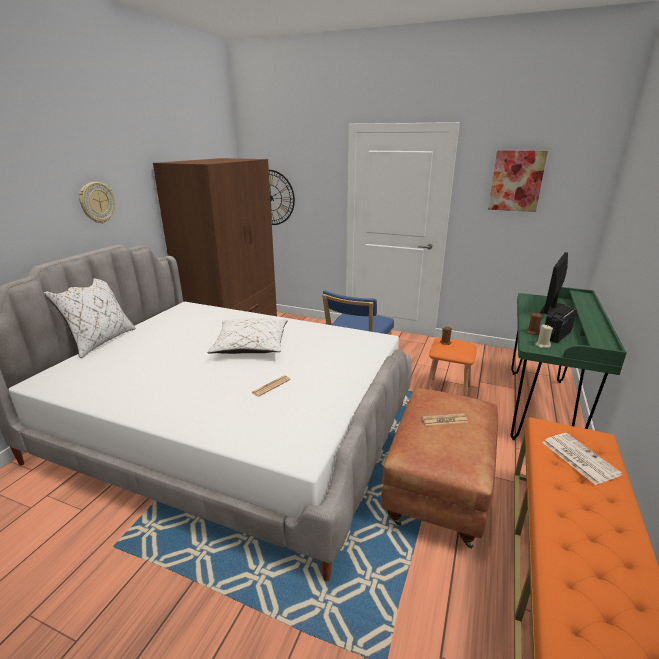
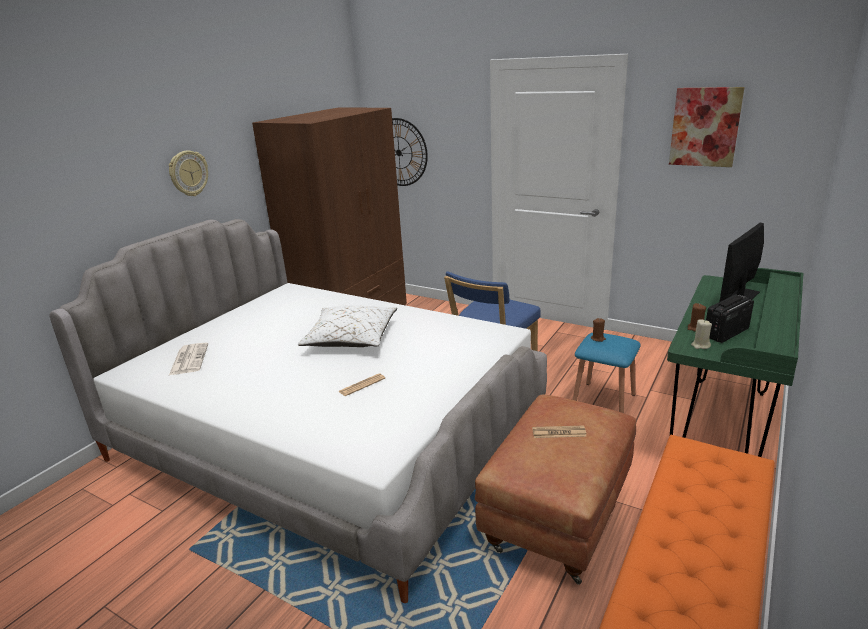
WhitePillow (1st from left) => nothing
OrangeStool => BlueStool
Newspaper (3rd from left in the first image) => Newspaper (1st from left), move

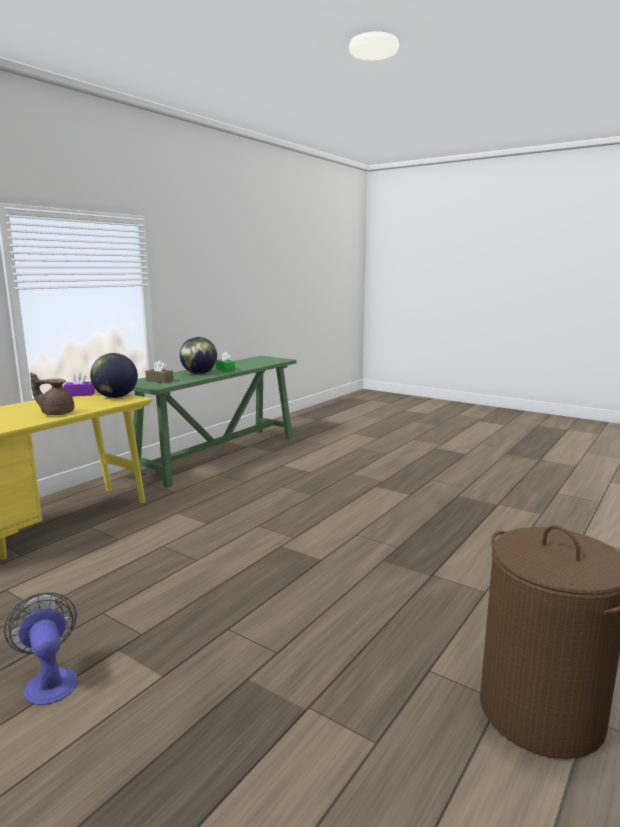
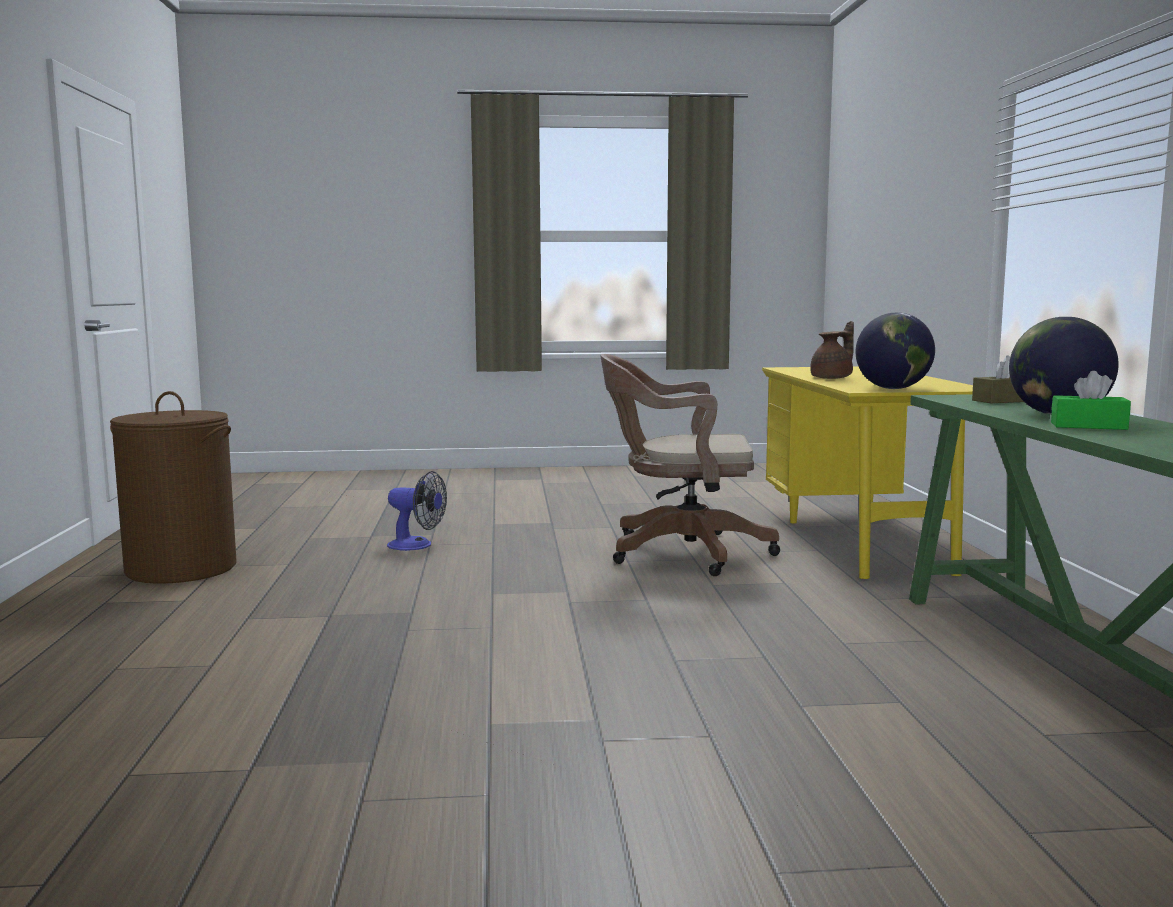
PurpleTissueBox => nothing
Fan, move
nothing => BrownOfficeChair

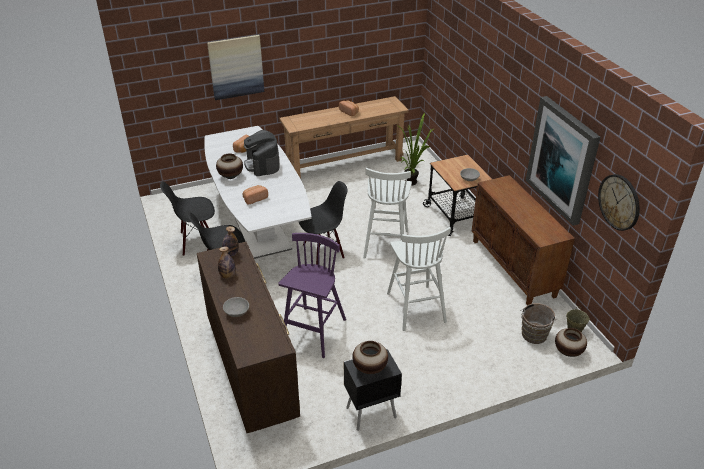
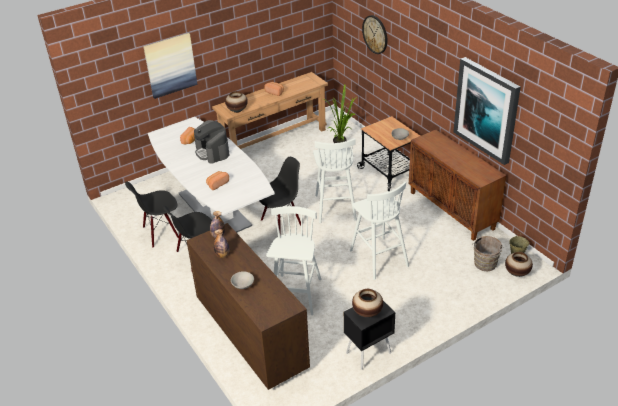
Vase (1st from left), move
WallClock, move
PurpleStool => WhiteStool (1st from left)

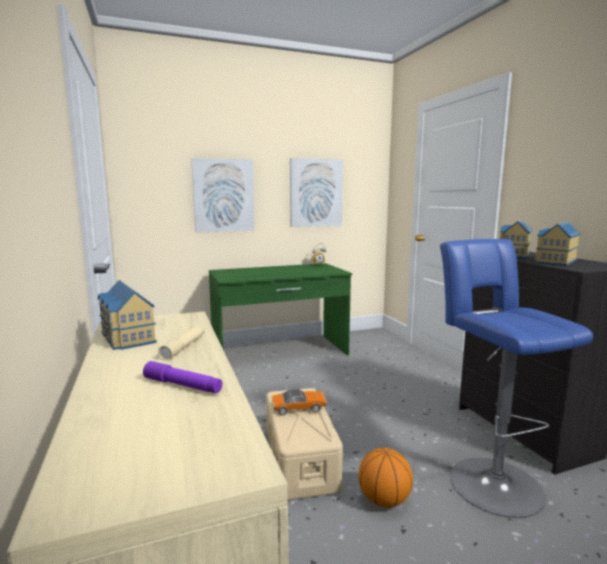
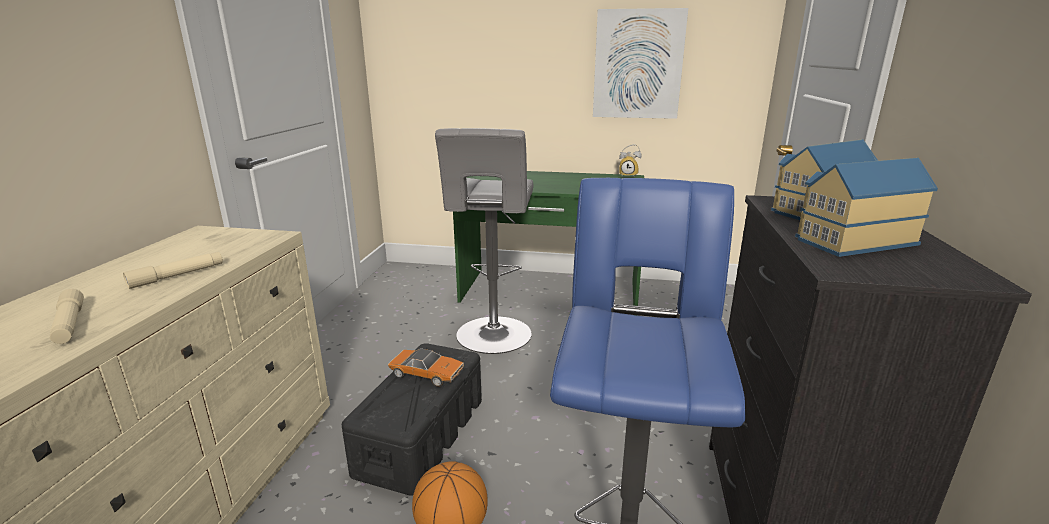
Picture (1st from left) => nothing
ToyHouse (1st from left) => nothing
PurpleFlashlight => BeigeFlashlight (1st from left)
BeigeStorageBox => BlackStorageBox
nothing => GreyStool

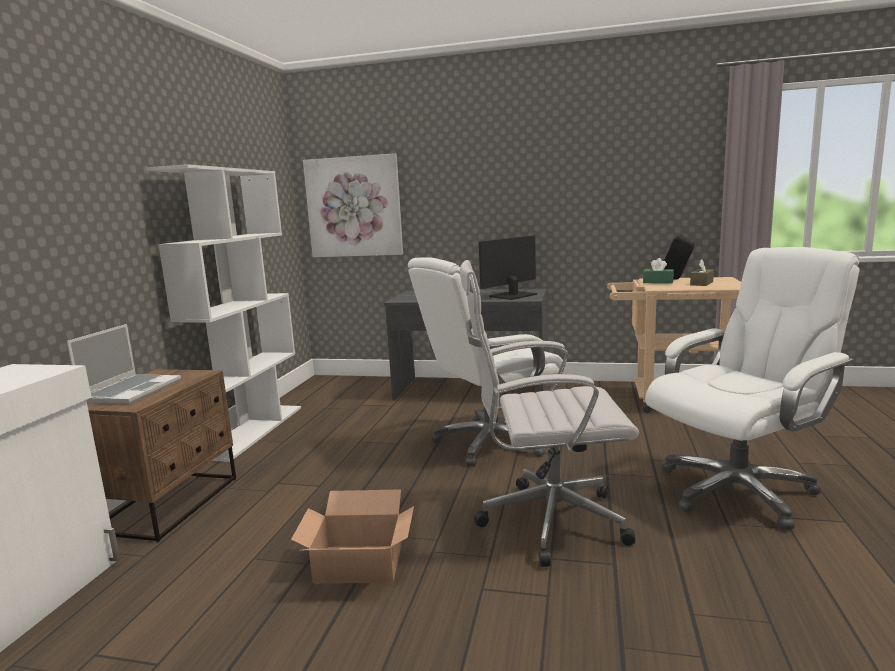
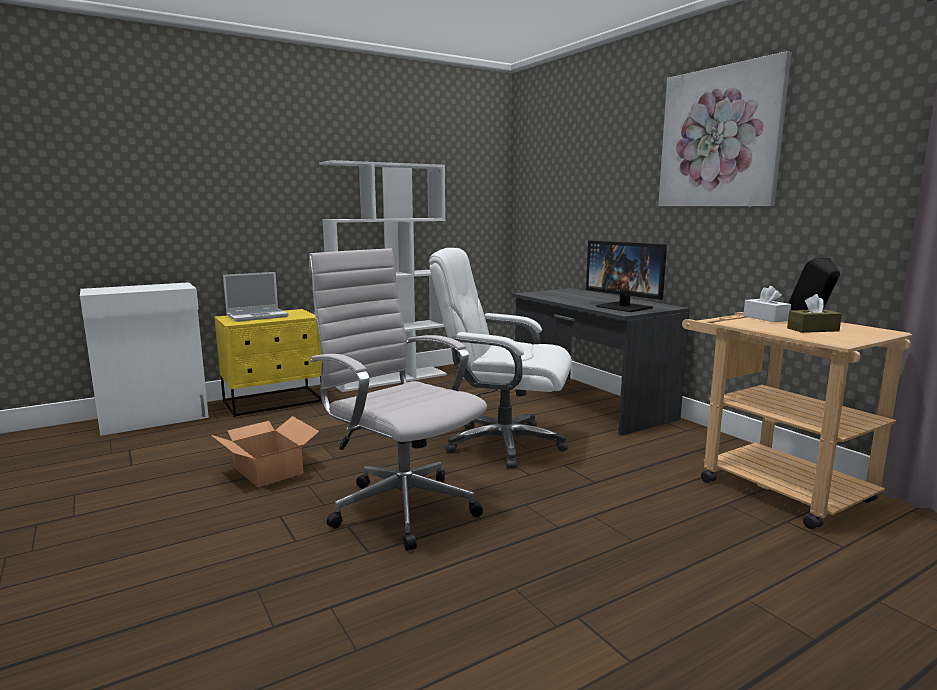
Picture, move
Monitor, 135 degrees counterclockwise
WhiteOfficeChair (3rd from left) => nothing
GreenTissueBox => WhiteTissueBox
BrownNightstand => YellowNightstand

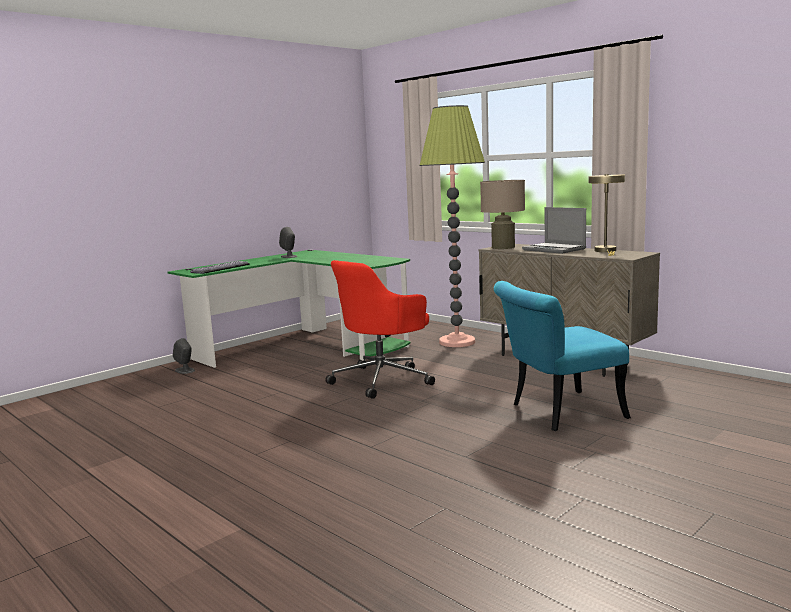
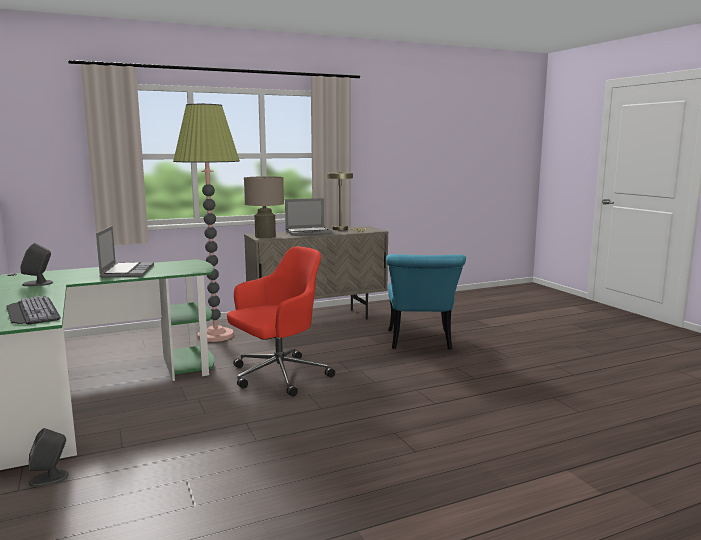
RedOfficeChair, 105 degrees counterclockwise
nothing => Laptop (1st from left)

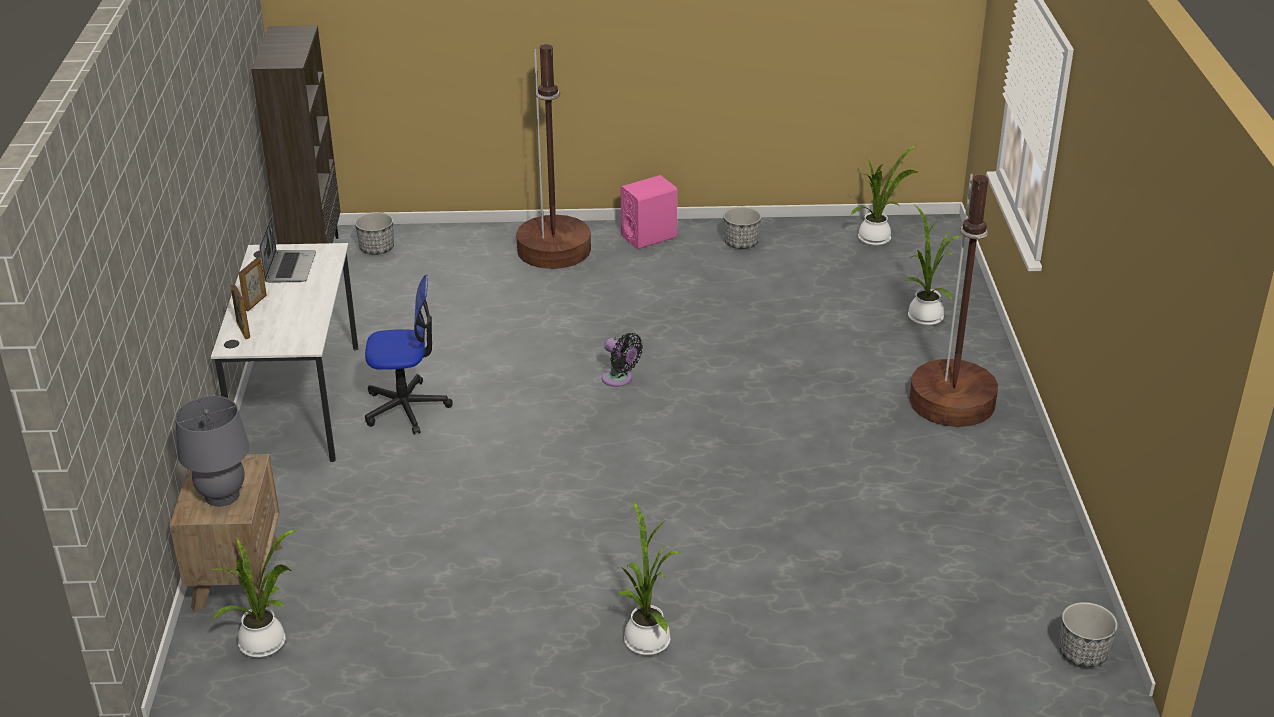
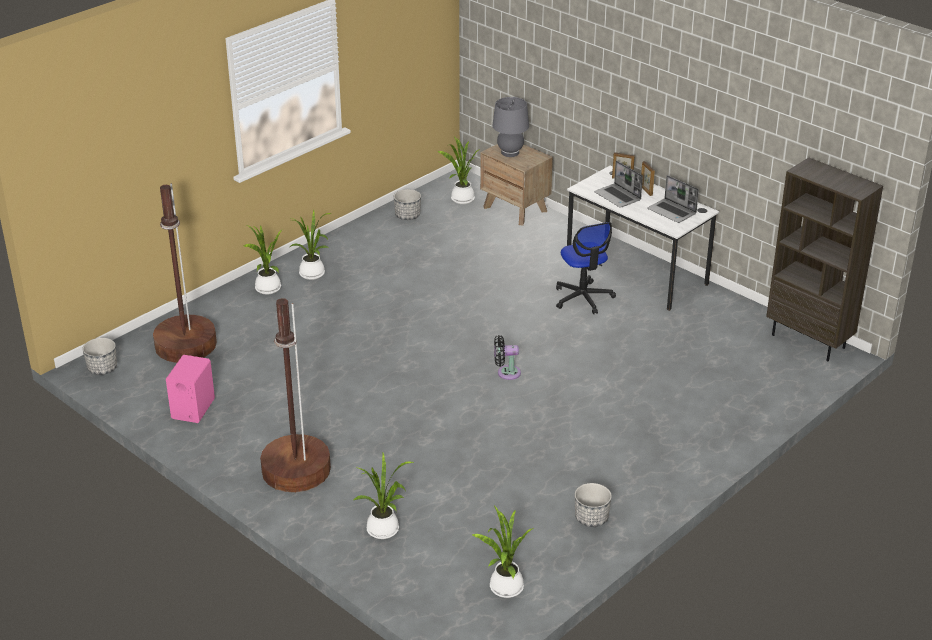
BrownFloorLamp (1st from left), move
PinkSpeaker, move
Planter (1st from left in the first image) => Planter (2nd from left), move
OfficeChair, 60 degrees counterclockwise
nothing => Laptop (1st from left)
nothing => PottedPlant (1st from left)

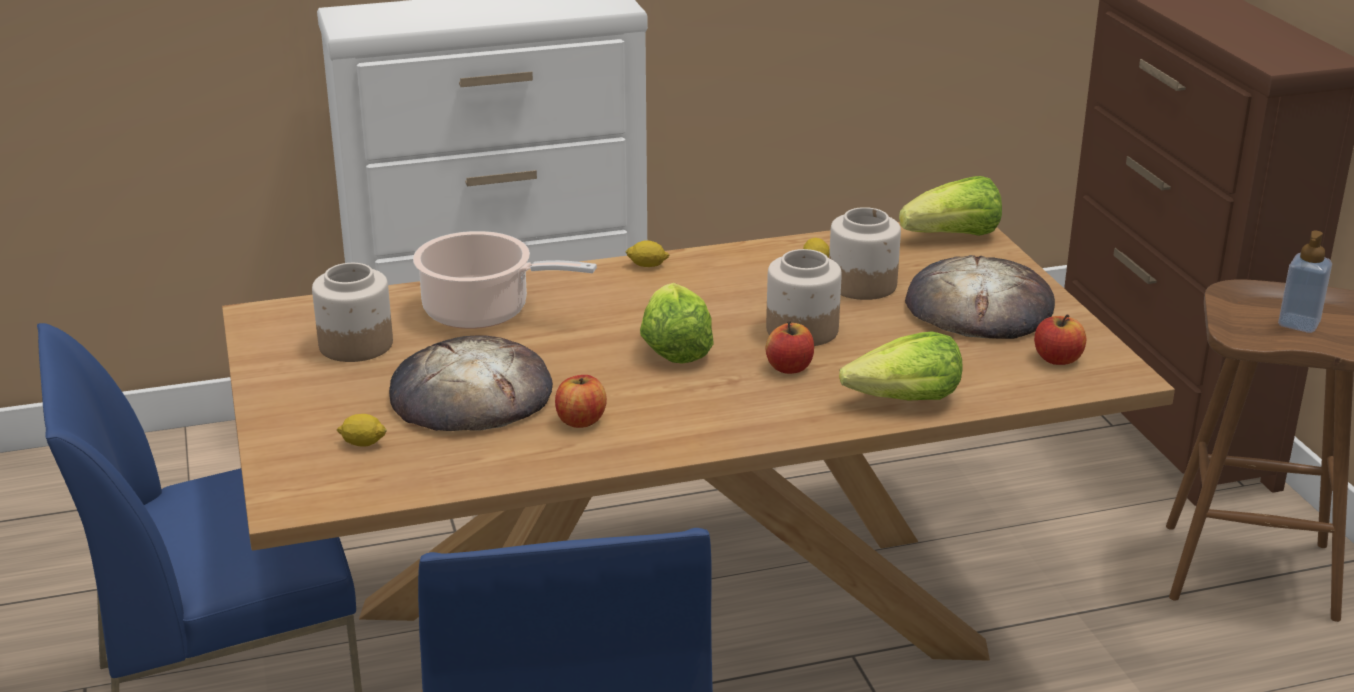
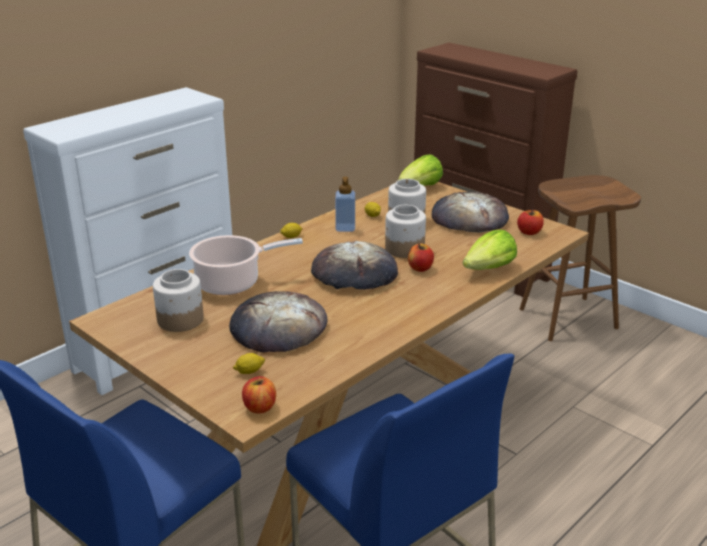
SoapDispenser, move
Lettuce (1st from left) => Bread (2nd from left)
Apple (1st from left), move

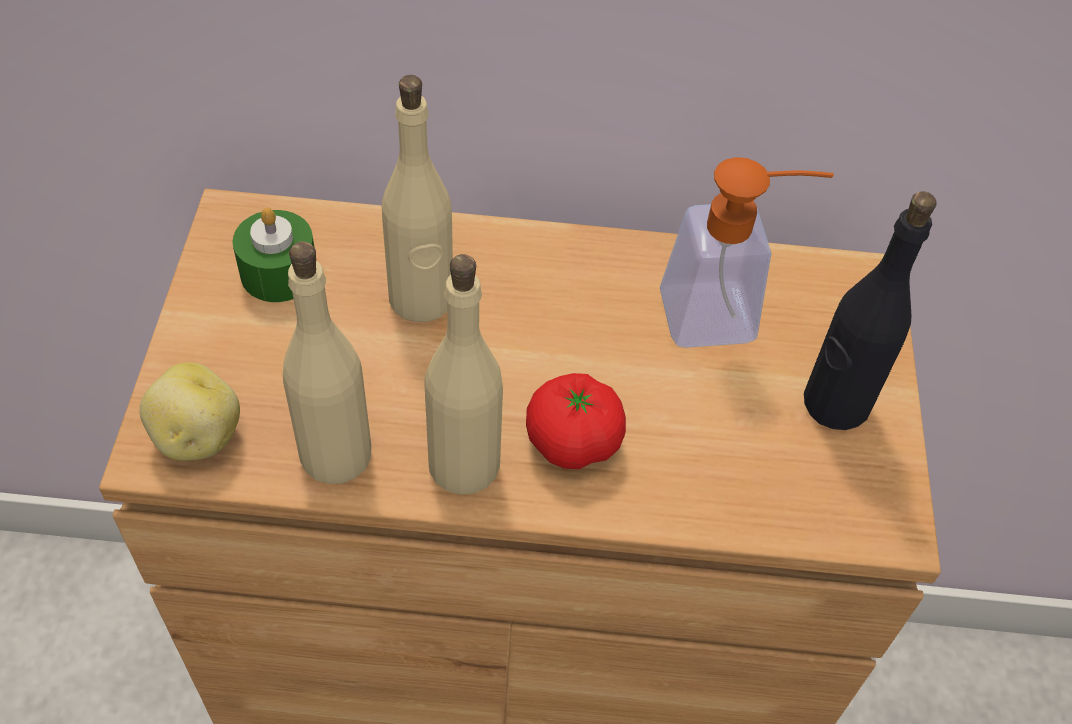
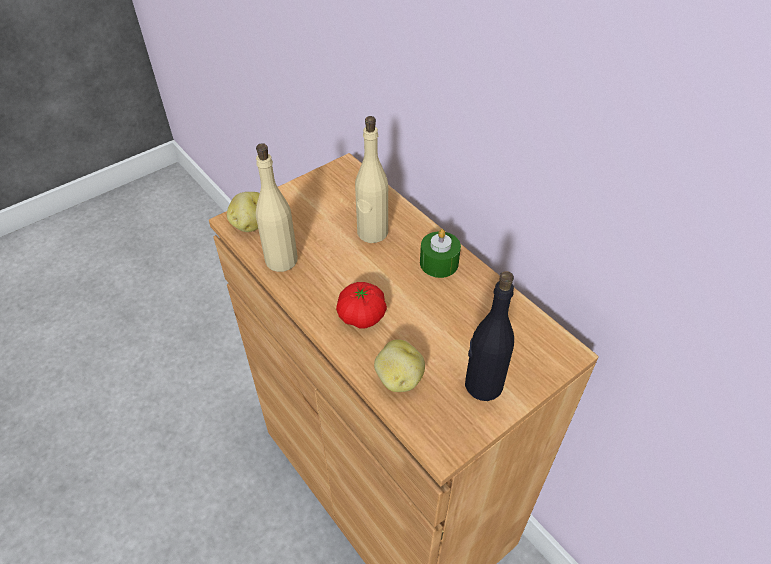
SoapDispenser => nothing
GreenCandle, move
BeigeBottle (3rd from left) => nothing
nothing => Potato (2nd from left)

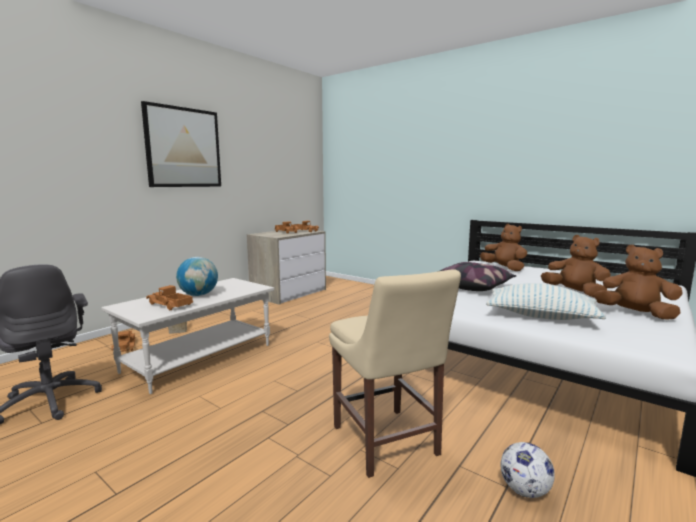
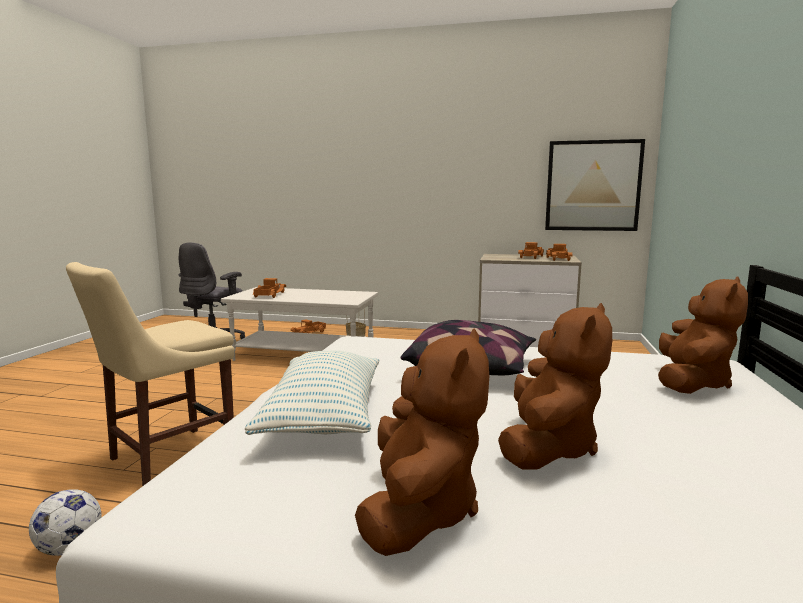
Picture, move
Globe => nothing

